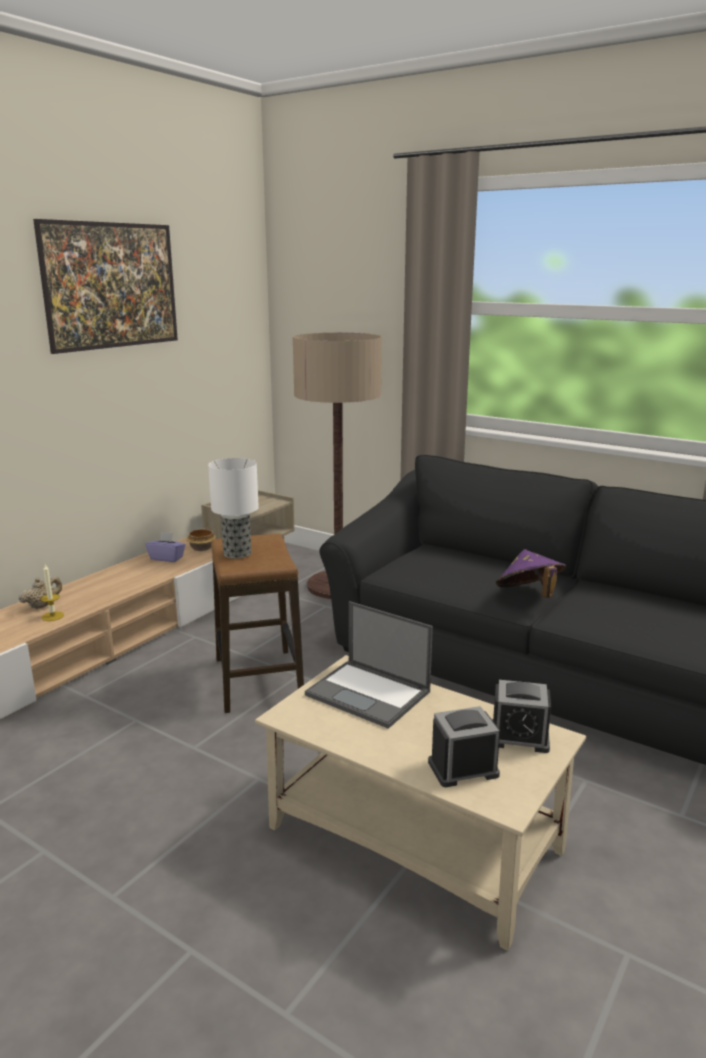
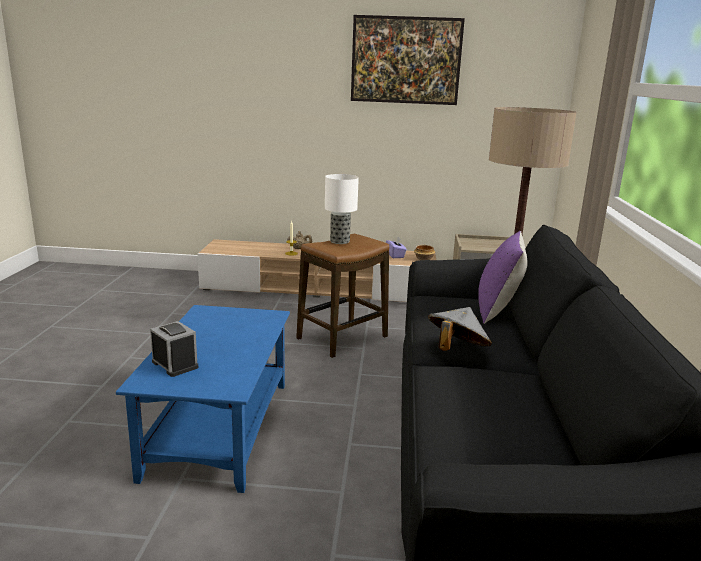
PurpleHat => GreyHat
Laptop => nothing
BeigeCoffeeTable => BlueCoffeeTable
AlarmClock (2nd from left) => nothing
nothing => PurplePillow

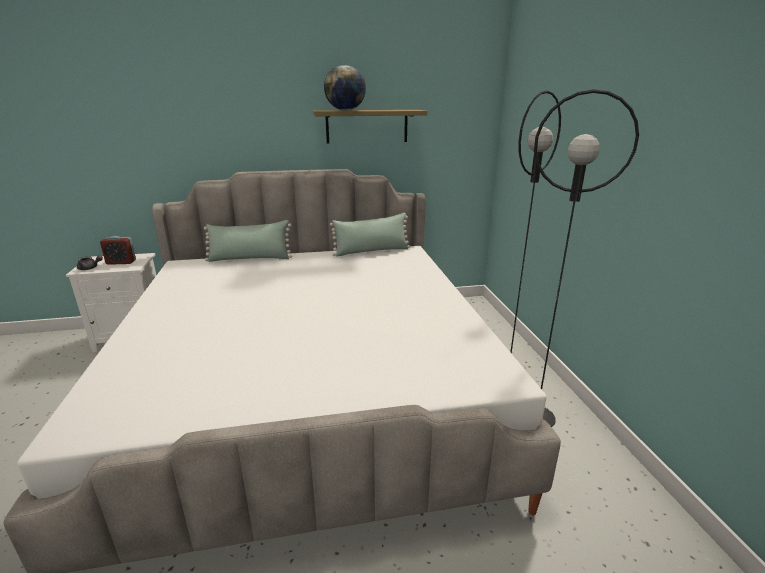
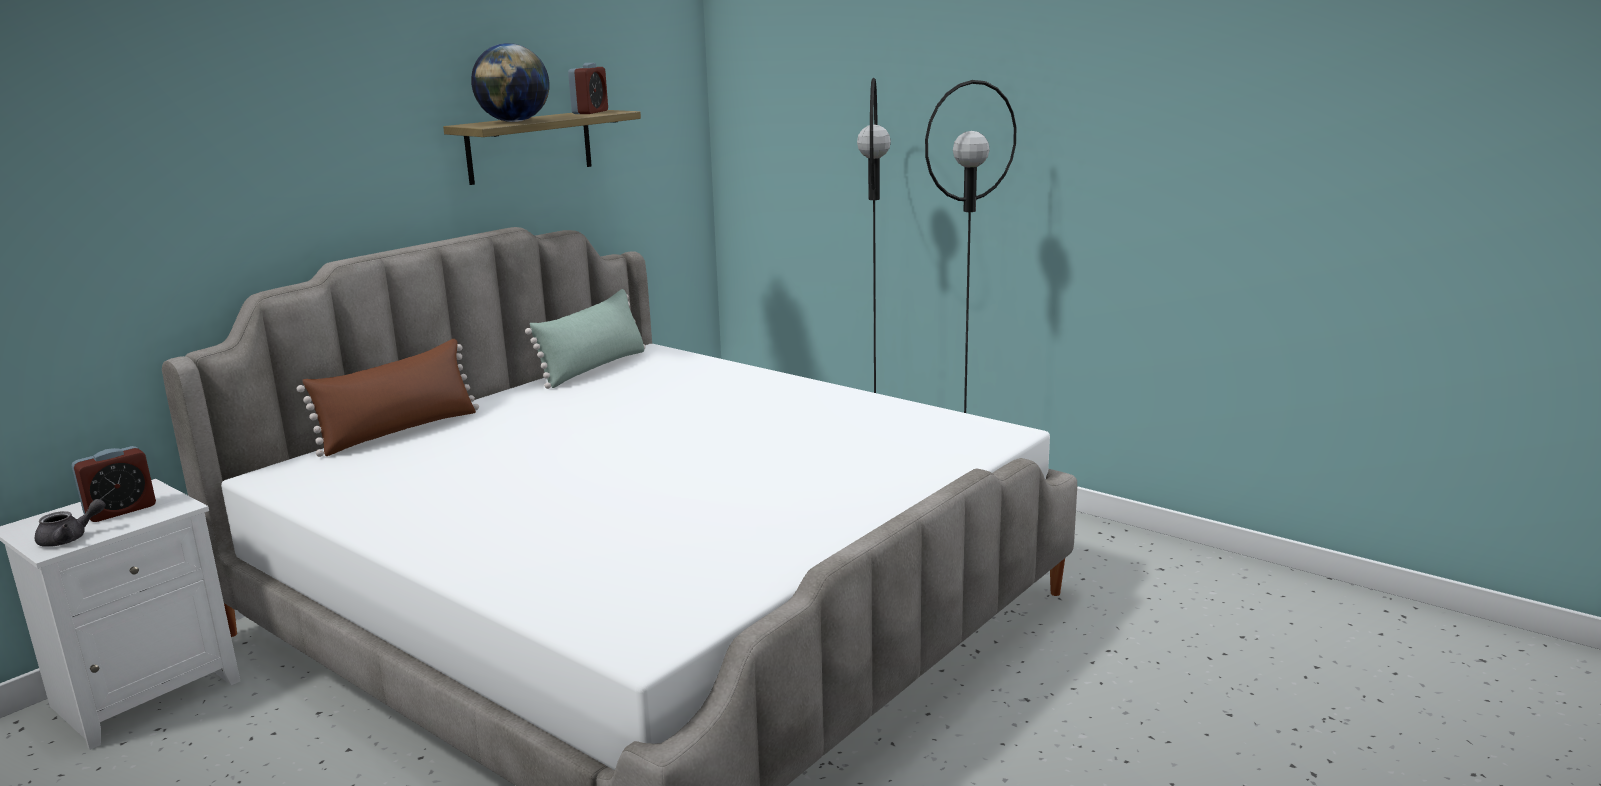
GreenPillow (1st from left) => BrownPillow
nothing => AlarmClock (2nd from left)

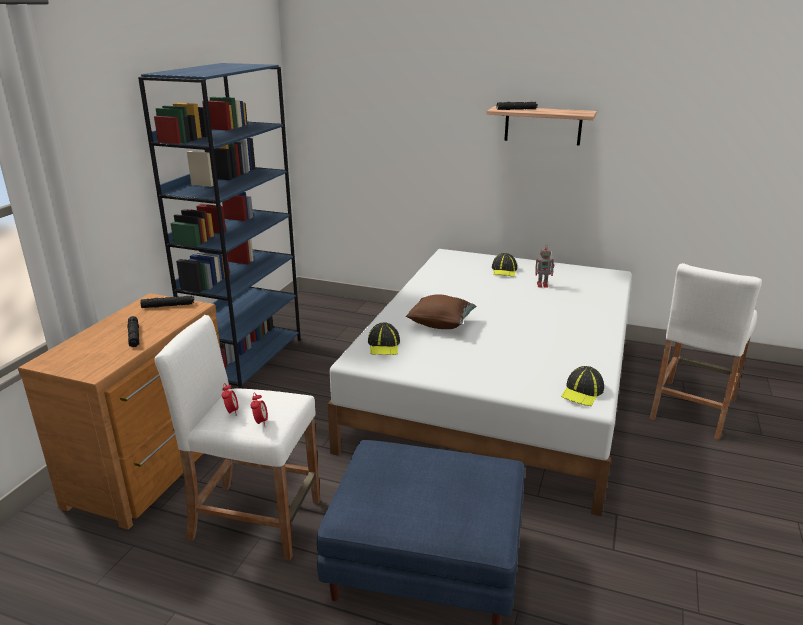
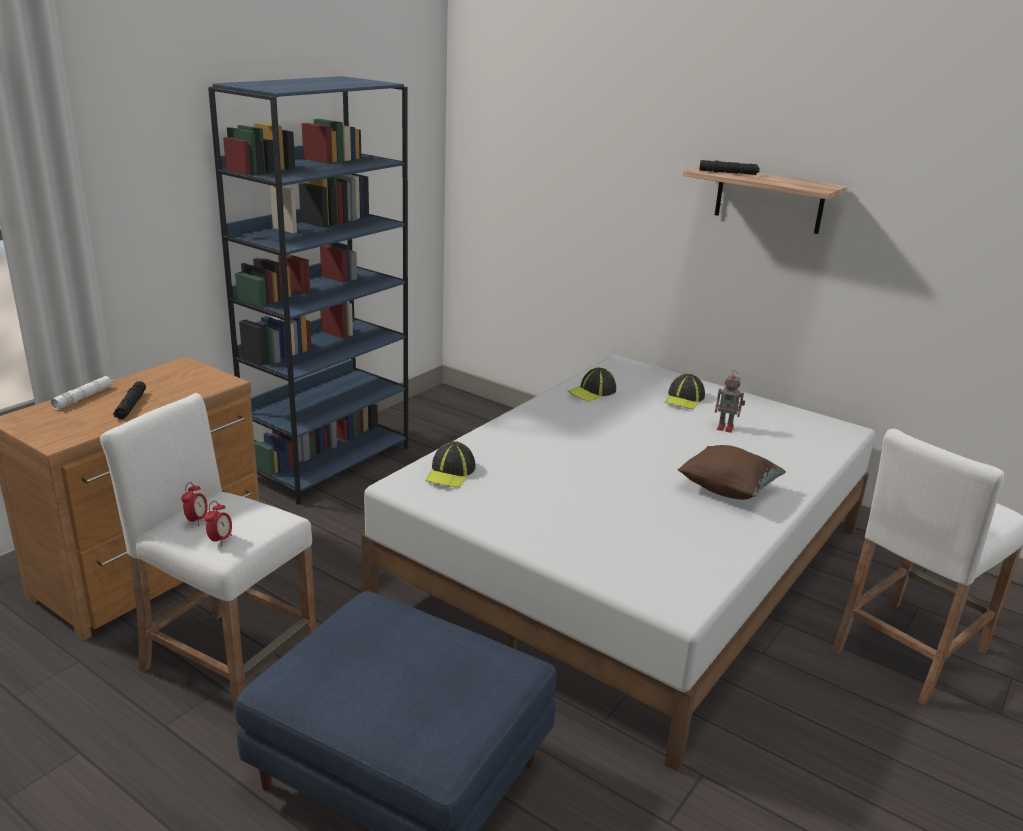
BrownPillow, move
BlackFlashlight (2nd from left) => nothing
Cap (3rd from left in the first image) => Cap (2nd from left), move
nothing => WhiteFlashlight

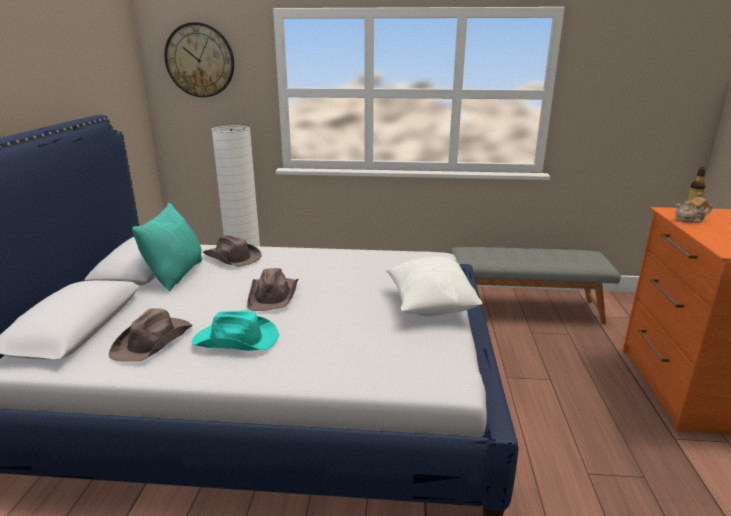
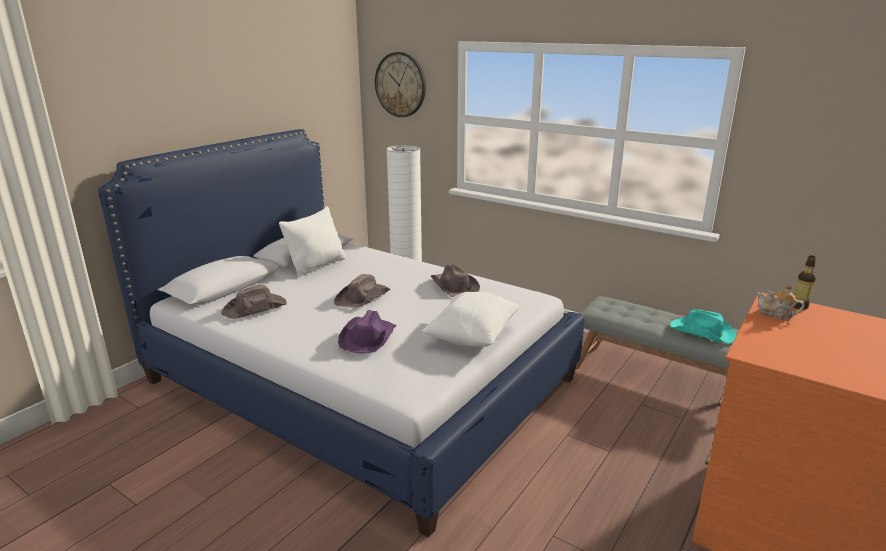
TurquoisePillow => WhitePillow (1st from left)
BrownHat (2nd from left in the first image) => BrownHat (3rd from left), move
TurquoiseHat, move
nothing => PurpleHat

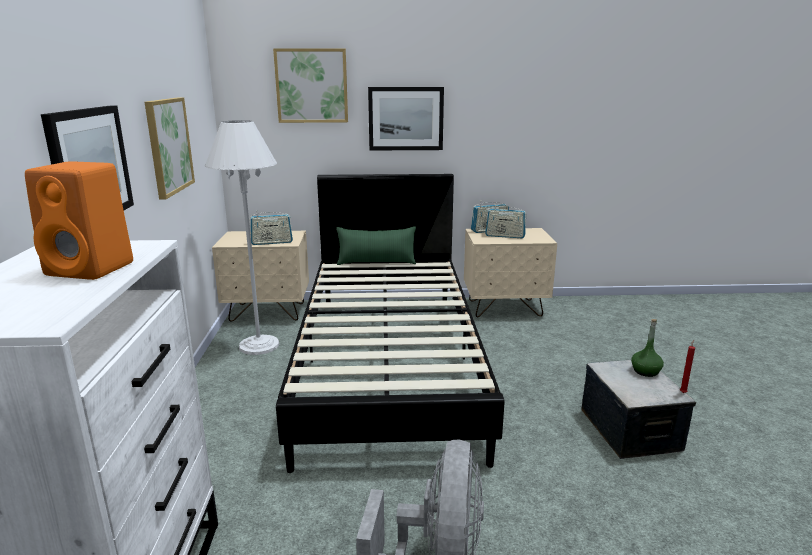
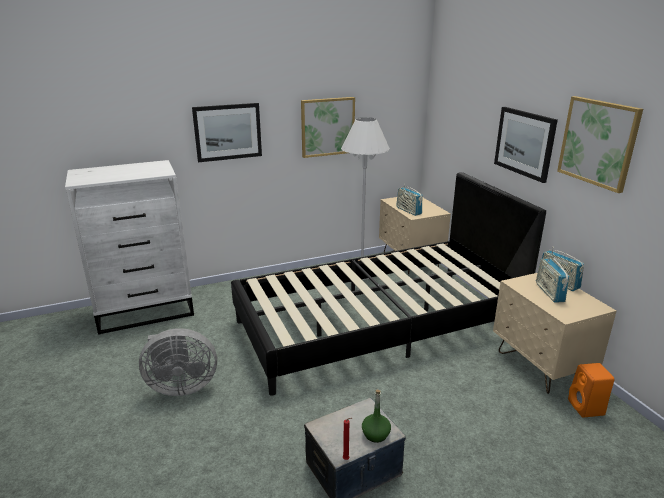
Picture (3rd from left in the first image) => Picture (4th from left), move
OrangeSpeaker, move
GreenPillow => nothing

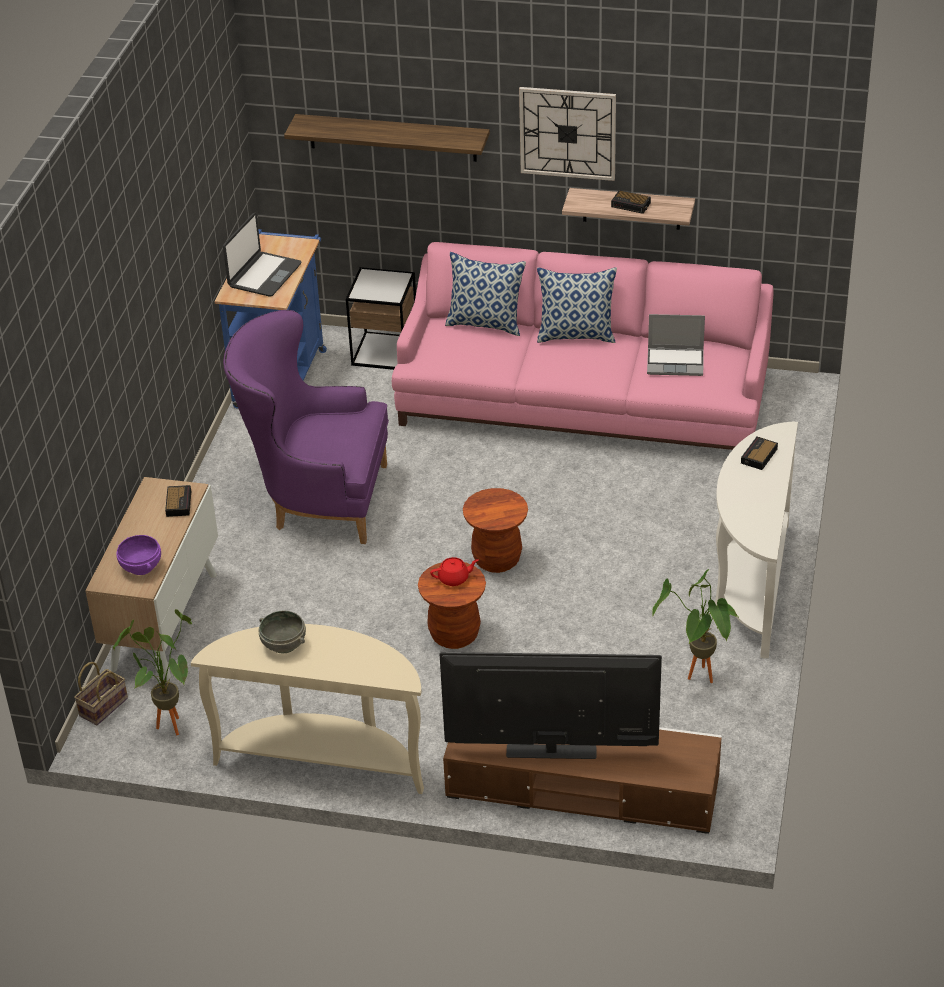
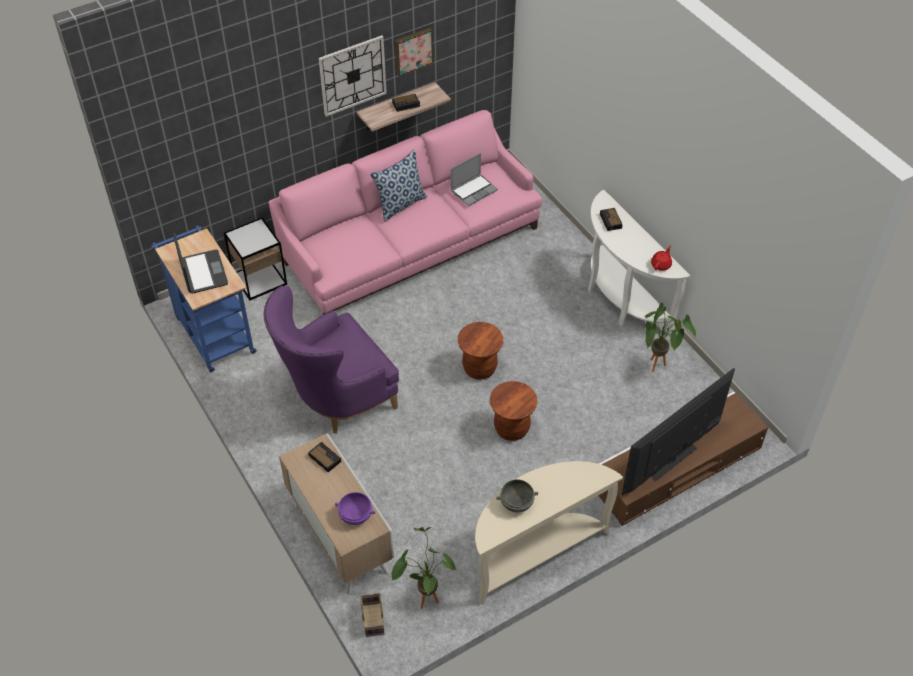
Shelf (1st from left) => nothing
Pillow (1st from left) => nothing
RedTeapot, move
nothing => Picture

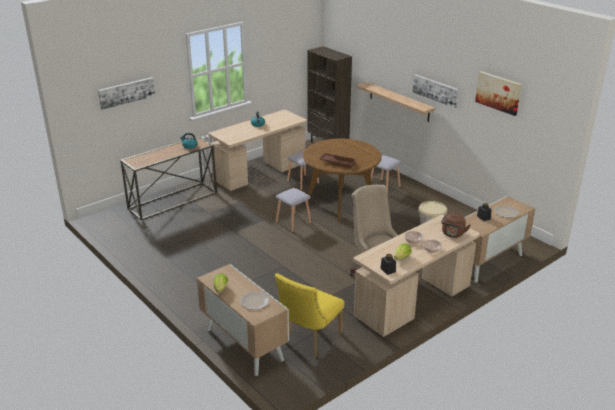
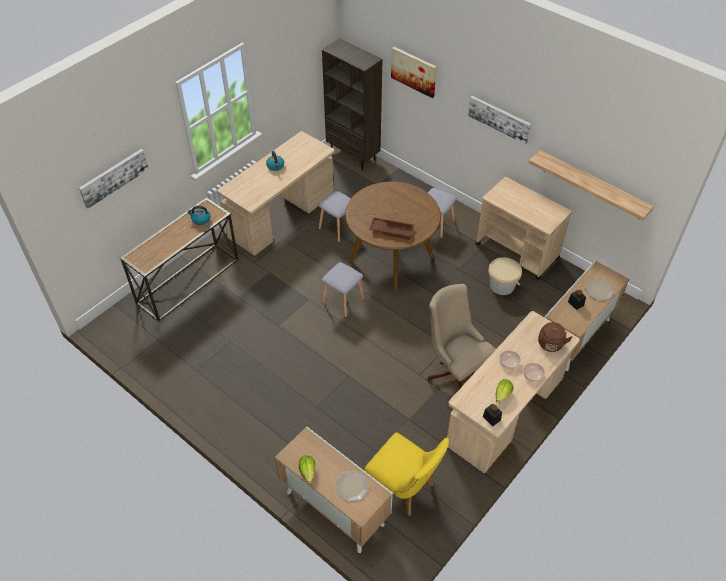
Picture (3rd from left in the first image) => Picture (2nd from left), move
Shelf, move
YellowChair, 75 degrees counterclockwise
nothing => BeigeCart

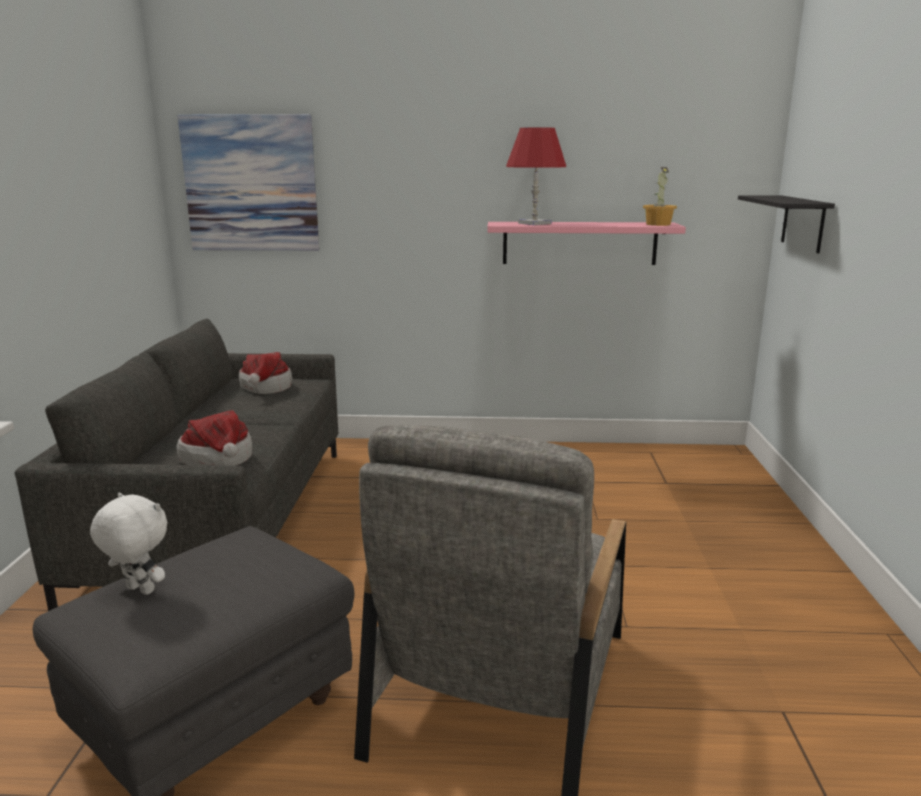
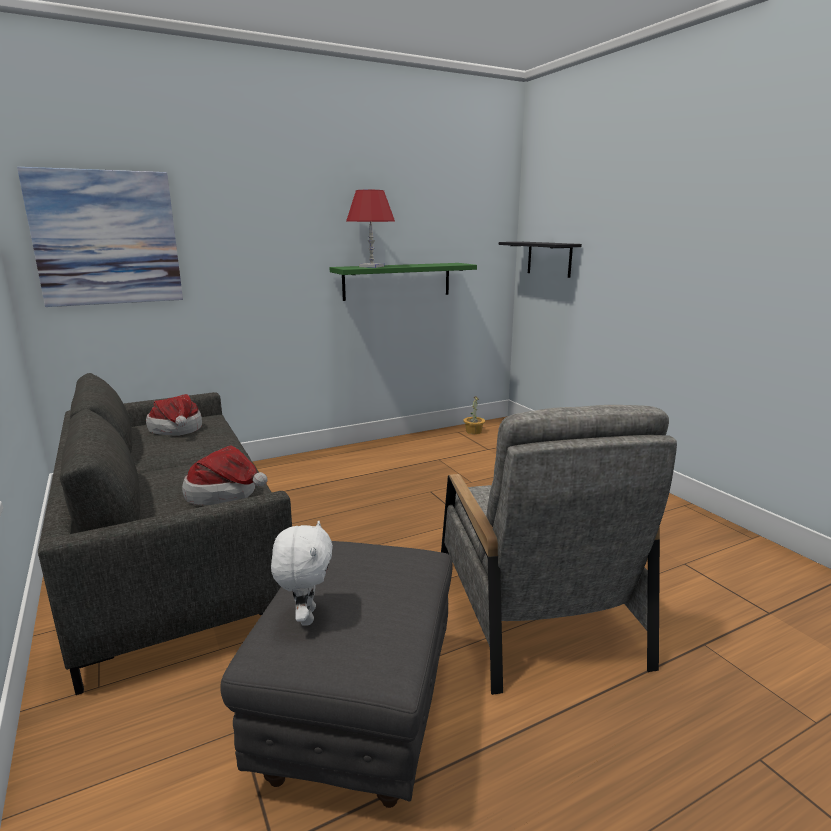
PottedPlant, move
PinkShelf => GreenShelf
WhitePlushToy, 90 degrees clockwise

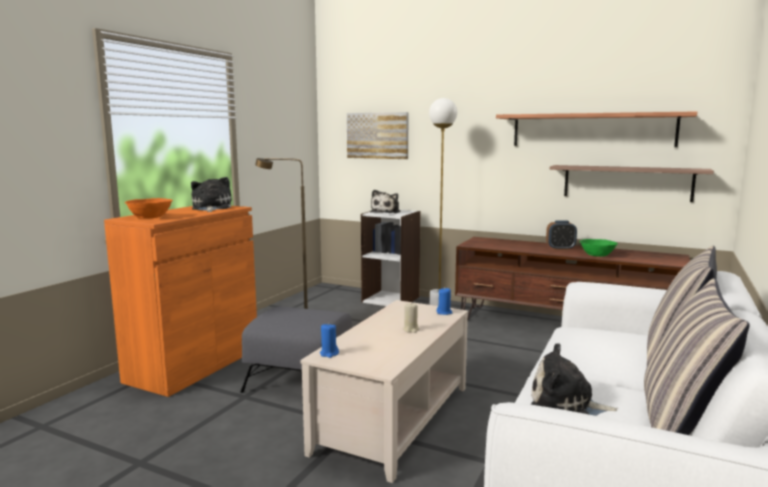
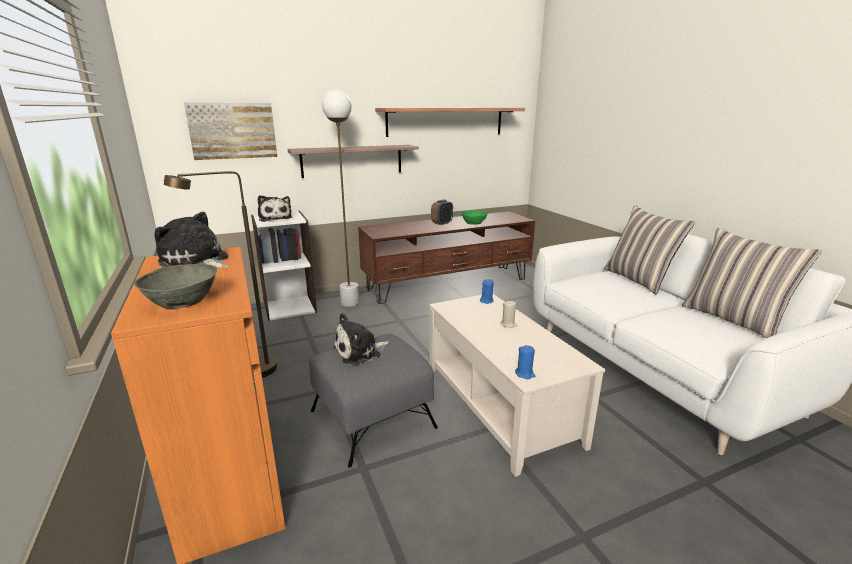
Shelf (2nd from left in the first image) => Shelf (1st from left), move
OrangeBowl => GreyBowl
PlushToy (3rd from left), move

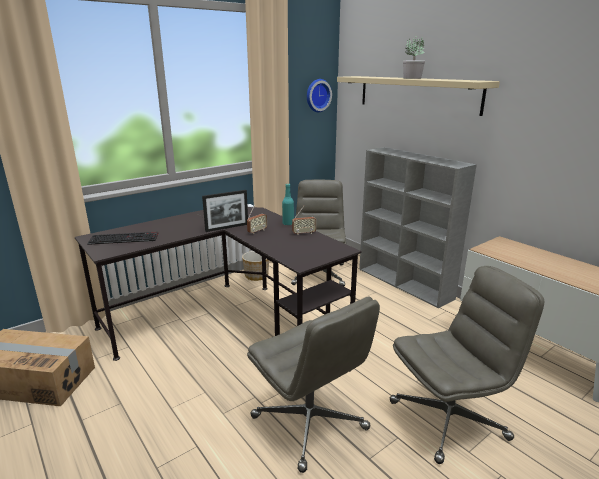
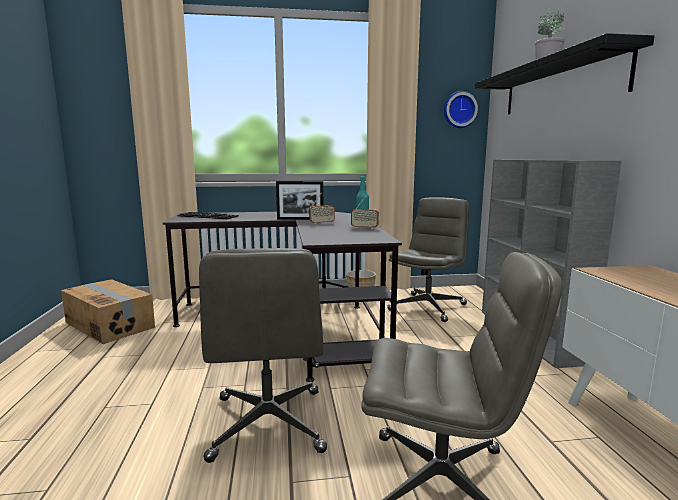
BeigeShelf => BlackShelf

